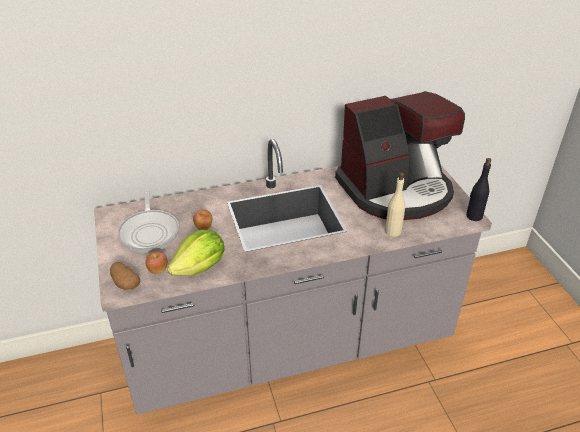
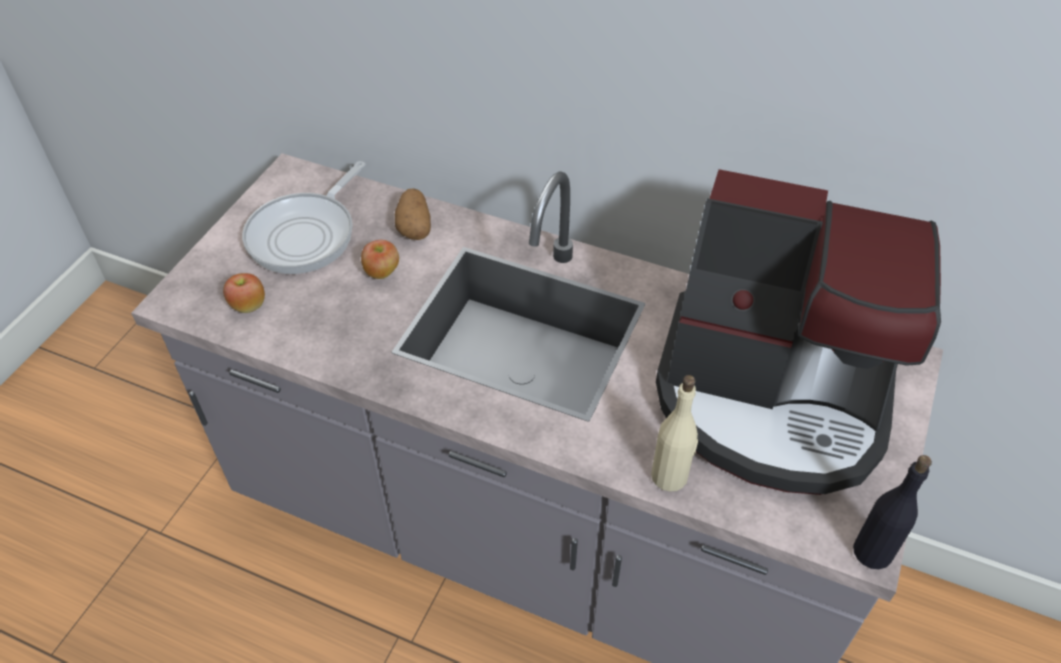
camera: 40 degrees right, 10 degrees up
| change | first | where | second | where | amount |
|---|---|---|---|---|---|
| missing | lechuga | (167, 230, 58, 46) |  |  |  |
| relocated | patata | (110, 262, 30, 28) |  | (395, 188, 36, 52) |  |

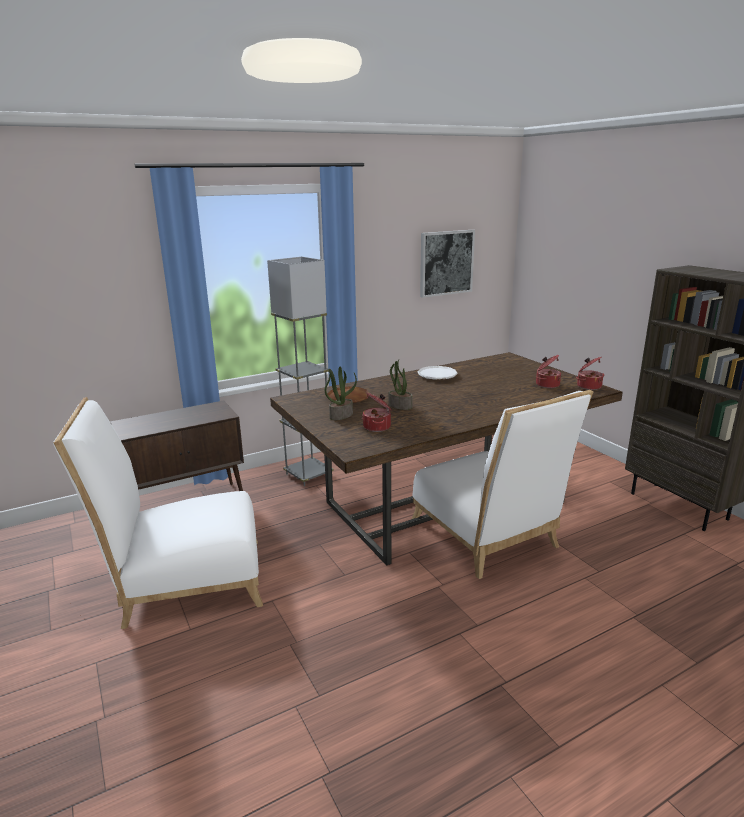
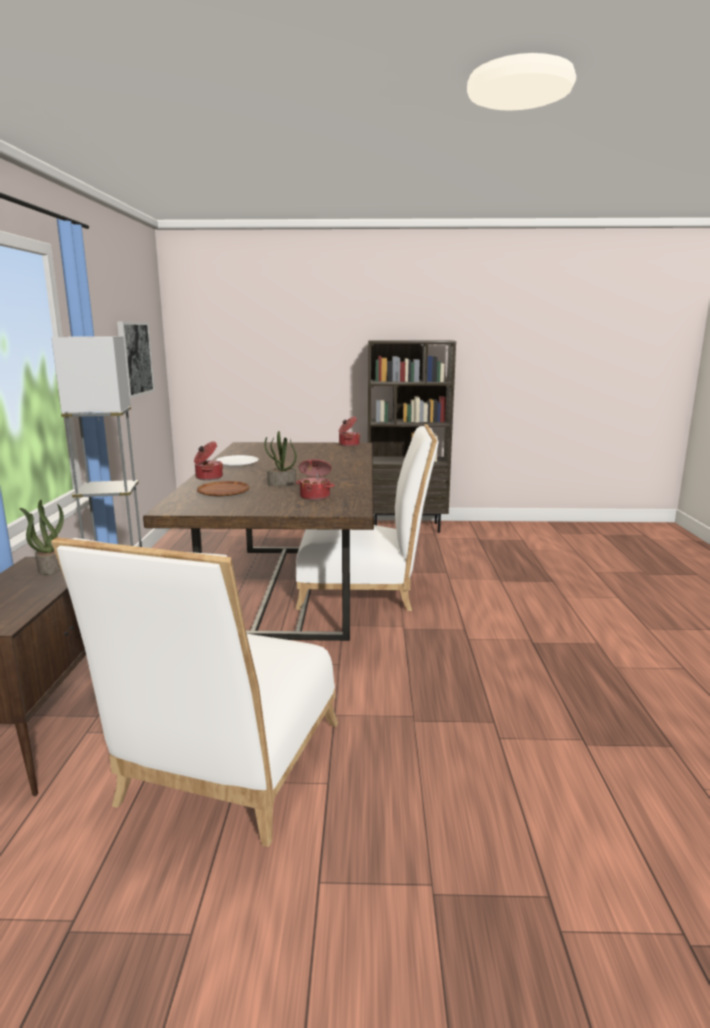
camera: 60 degrees left, 5 degrees down
| change | first | where | second | where | amount |
|---|---|---|---|---|---|
| relocated | planta en maceta | (325, 366, 32, 54) |  | (20, 500, 44, 75) |  |
| relocated | olla | (536, 355, 25, 33) |  | (194, 441, 29, 39) |  |

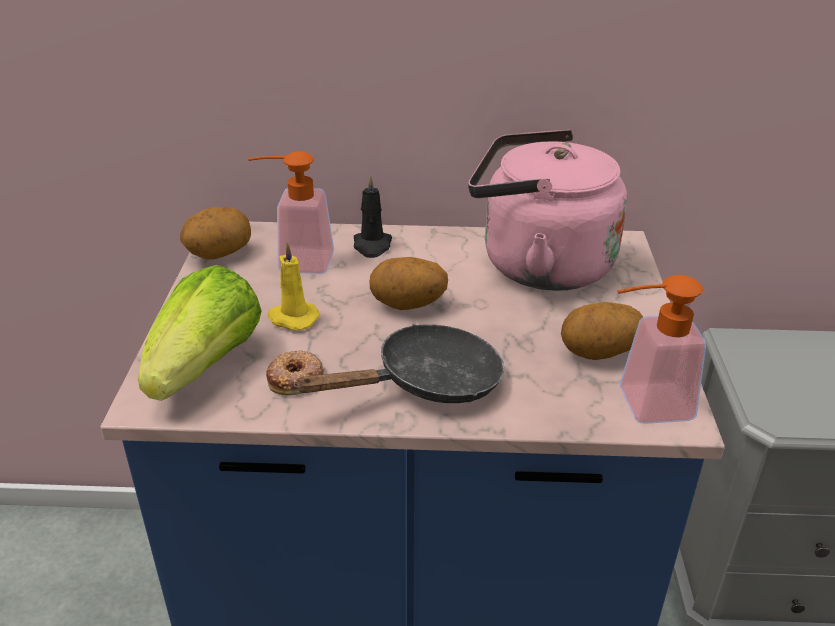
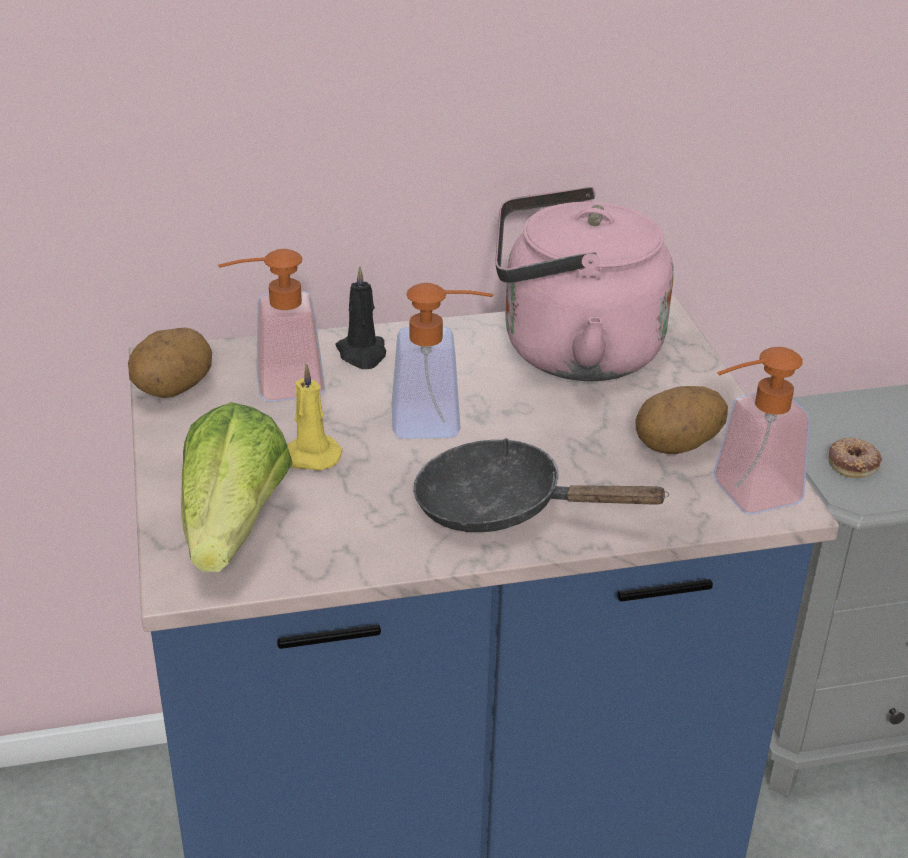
camera: 15 degrees left, 0 degrees up
| change | first | where | second | where | amount |
|---|---|---|---|---|---|
| relocated | rosquilla | (266, 350, 58, 45) |  | (828, 437, 54, 41) |  |
| exchanged | patata | (370, 257, 78, 53) | dispensador de jabón | (391, 283, 103, 156) |  |
| spun | sartén/negro | (294, 324, 211, 79) |  | (413, 438, 256, 94) | 120 degrees counterclockwise |

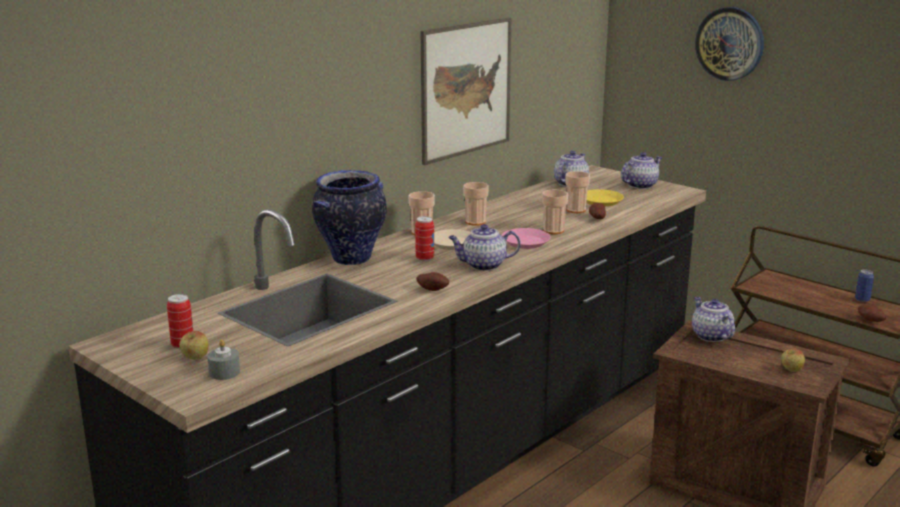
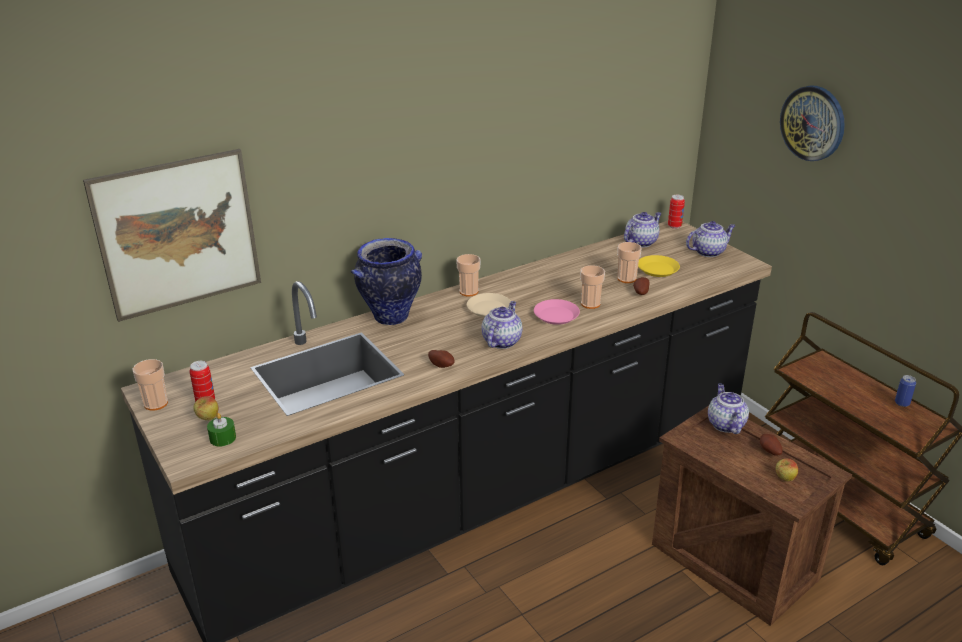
camera: 15 degrees right, 10 degrees up
| change | first | where | second | where | amount |
|---|---|---|---|---|---|
| relocated | lata | (415, 216, 19, 46) |  | (668, 195, 17, 34) |  |
| relocated | cuadro | (421, 18, 90, 147) |  | (83, 149, 178, 173) |  |
| relocated | taza | (463, 182, 26, 44) |  | (132, 359, 36, 52) |  |
| relocated | patata | (858, 304, 28, 18) |  | (760, 434, 23, 22) |  |
| colour | vela/gris | (207, 339, 33, 41) | vela/verde | (207, 413, 29, 34) |  |
| spun | tetera | (448, 224, 73, 47) |  | (482, 301, 41, 48) | 105 degrees clockwise |

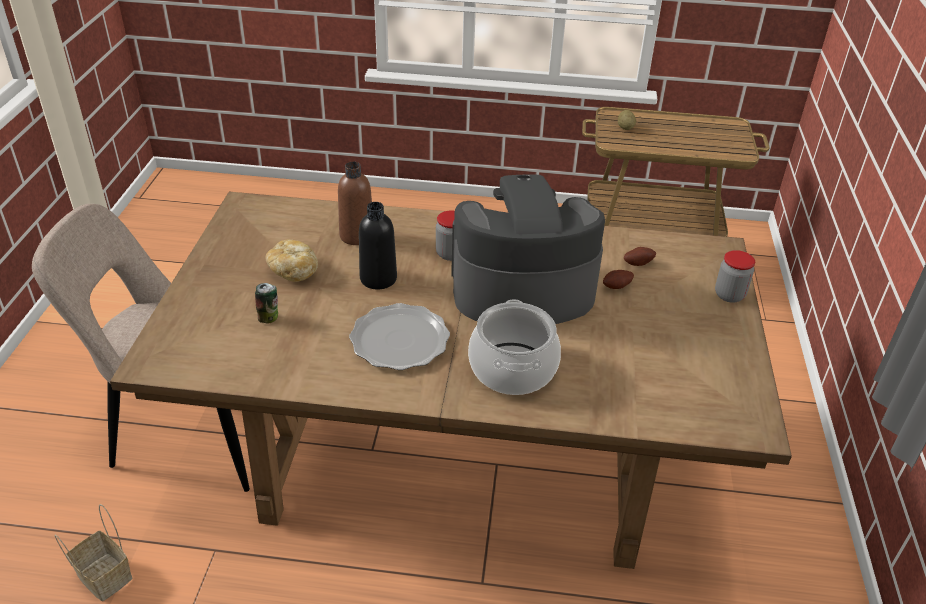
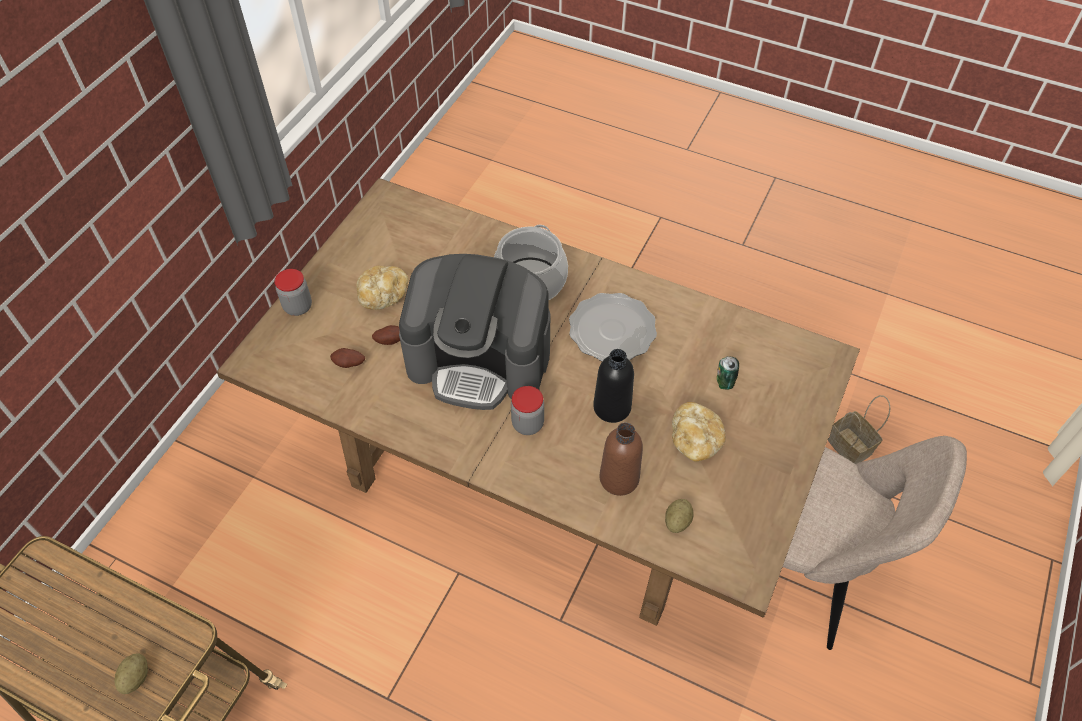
camera: 160 degrees left, 15 degrees up
| change | first | where | second | where | amount |
|---|---|---|---|---|---|
| appeared |  |  | pan | (356, 266, 52, 44) |  |
| appeared |  |  | patata | (665, 499, 29, 34) |  |

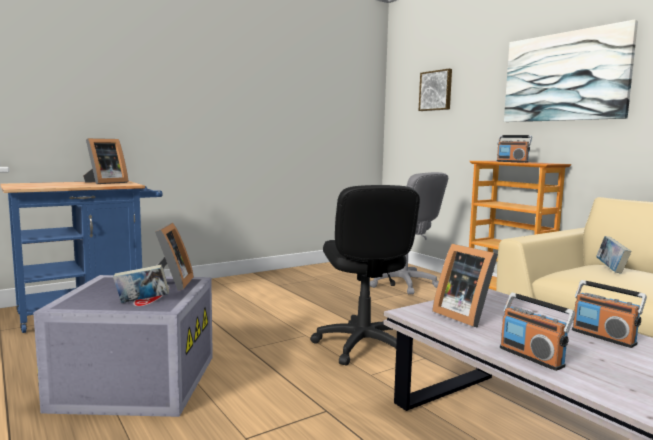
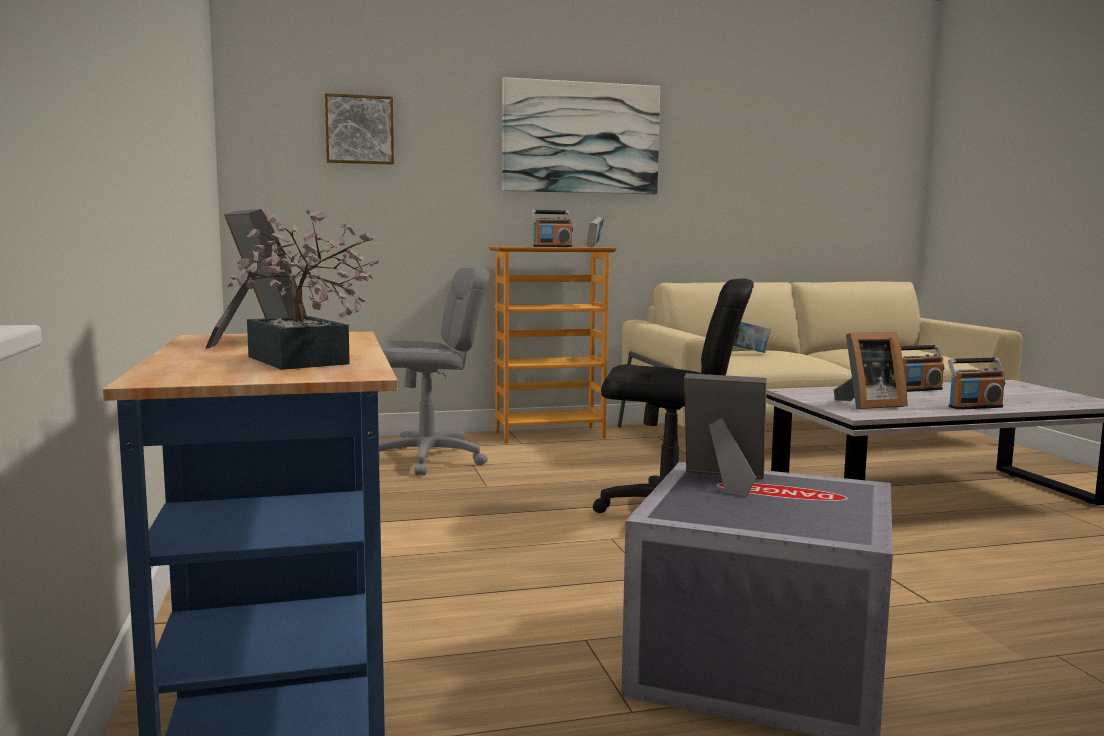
camera: 70 degrees left, 0 degrees up
| change | first | where | second | where | amount |
|---|---|---|---|---|---|
| appeared |  |  | planta en maceta | (227, 209, 153, 161) |  |
| relocated | libro | (113, 264, 56, 39) |  | (587, 217, 17, 30) |  |

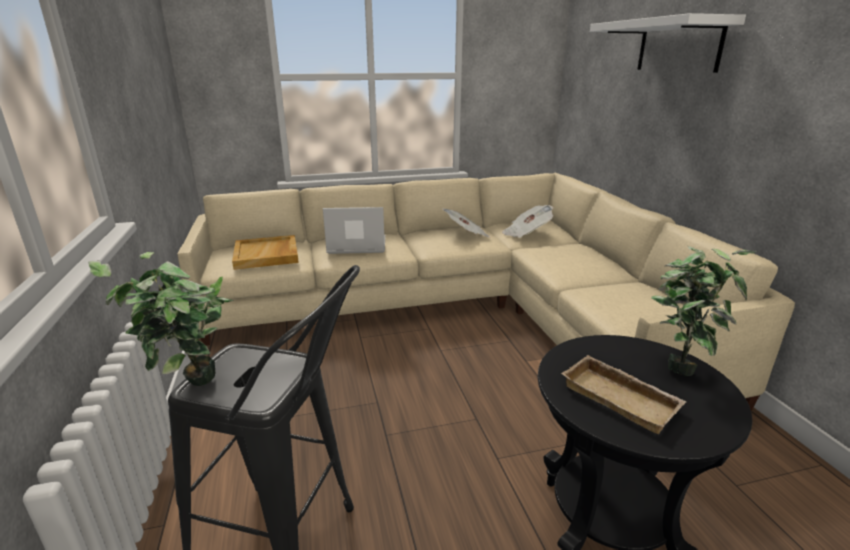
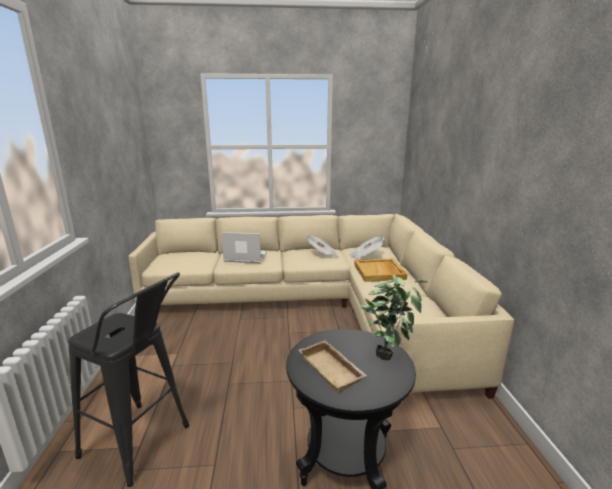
camera: 10 degrees right, 5 degrees down
| change | first | where | second | where | amount |
|---|---|---|---|---|---|
| missing | planta en maceta | (88, 252, 146, 134) |  |  |  |
| missing | estante/blanco | (590, 13, 156, 60) |  |  |  |
| relocated | bandeja/beis | (232, 235, 67, 35) |  | (354, 259, 53, 23) |  |

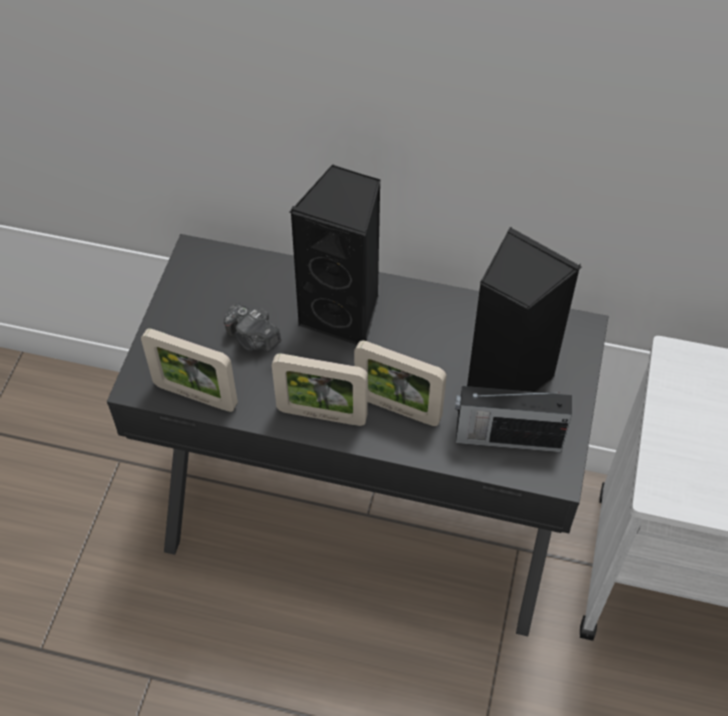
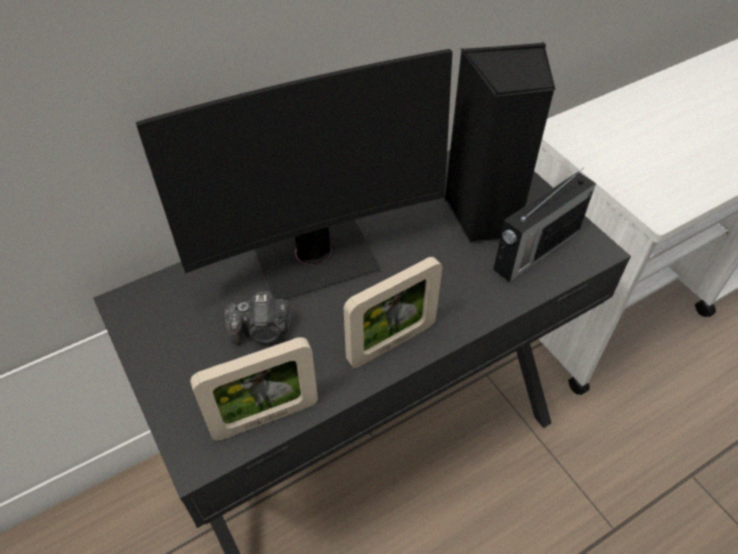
camera: 45 degrees left, 5 degrees down
| change | first | where | second | where | amount |
|---|---|---|---|---|---|
| missing | portarretratos | (354, 341, 93, 85) |  |  |  |
| exchanged | altavoz/negro | (289, 164, 92, 181) | monitor | (136, 49, 316, 251) |  |

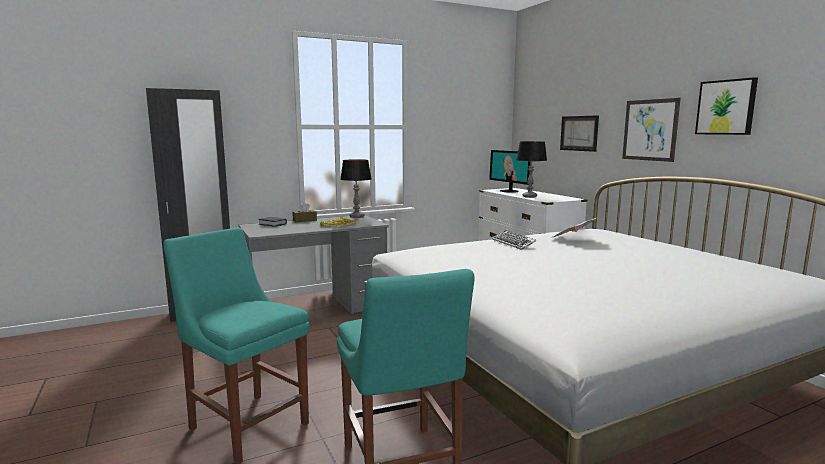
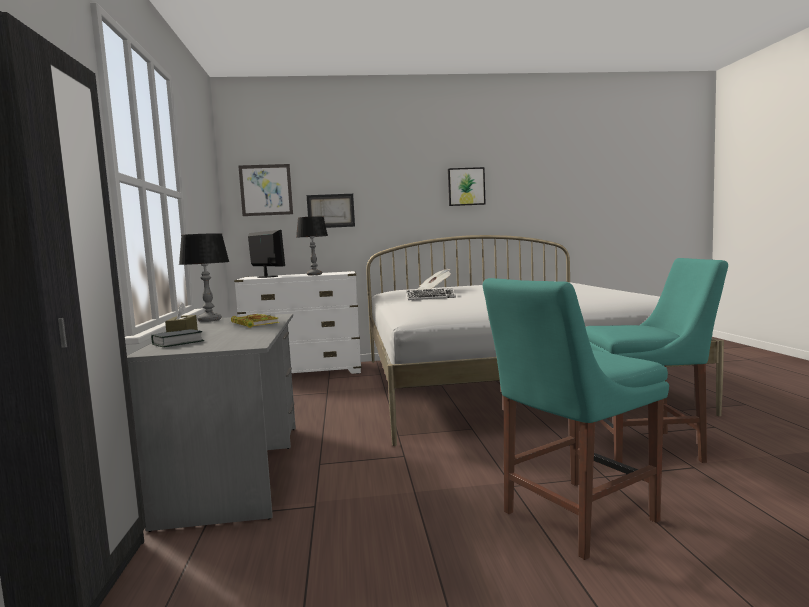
camera: 70 degrees left, 5 degrees down
| change | first | where | second | where | amount |
|---|---|---|---|---|---|
| relocated | cuadro | (622, 98, 59, 64) |  | (239, 164, 54, 52) |  |
| spun | monitor | (489, 150, 42, 43) |  | (248, 230, 37, 48) | 120 degrees counterclockwise |

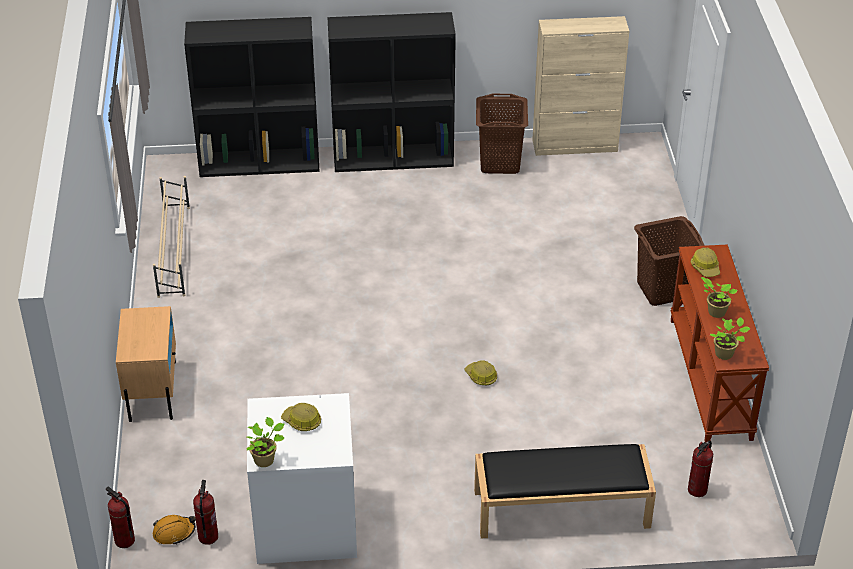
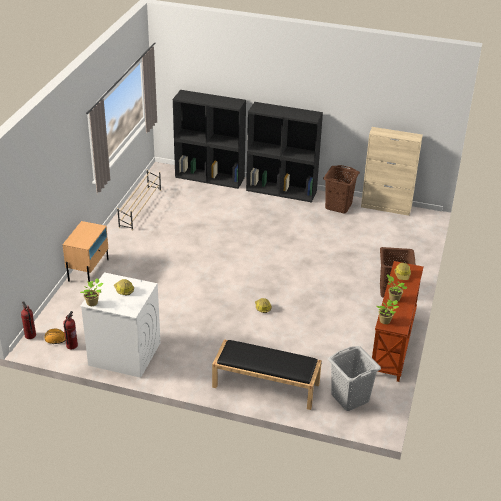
camera: 20 degrees right, 5 degrees down
| change | first | where | second | where | amount |
|---|---|---|---|---|---|
| exchanged | extintor | (688, 440, 25, 57) | cesto de la ropa/gris | (328, 346, 53, 65) |  |

